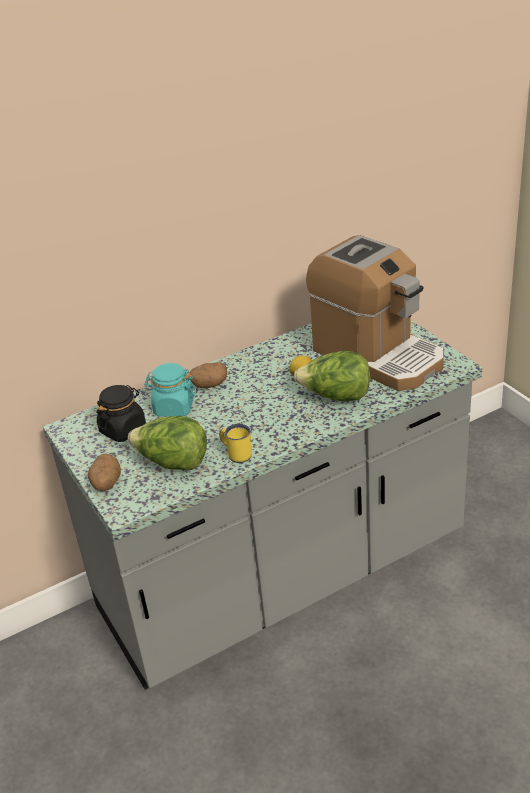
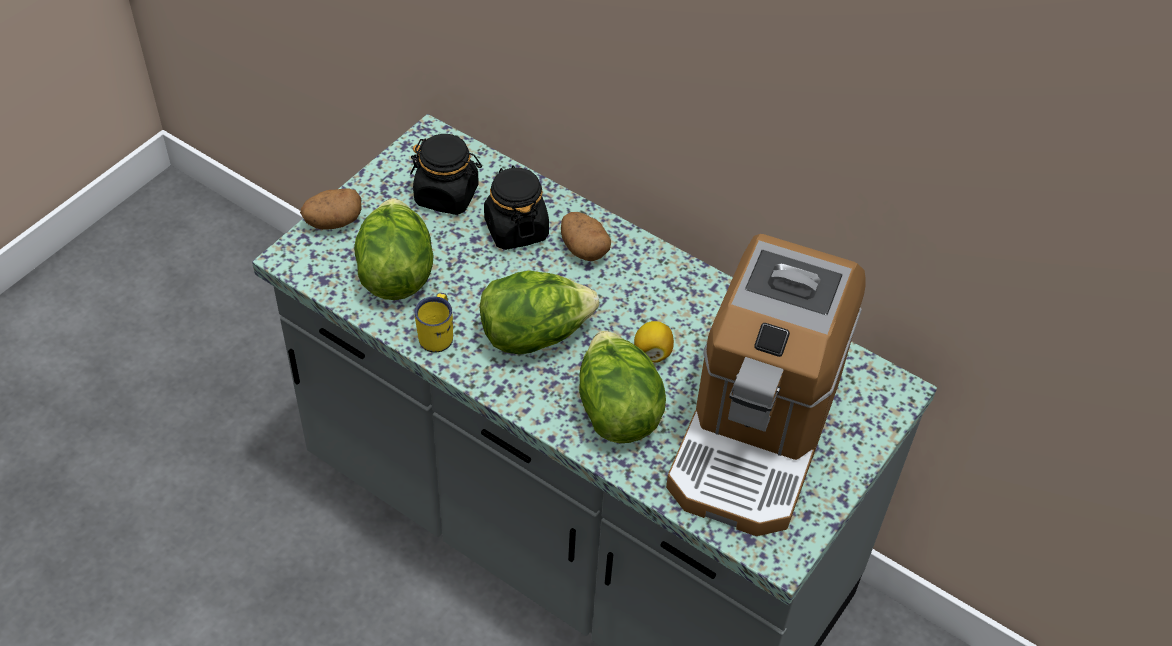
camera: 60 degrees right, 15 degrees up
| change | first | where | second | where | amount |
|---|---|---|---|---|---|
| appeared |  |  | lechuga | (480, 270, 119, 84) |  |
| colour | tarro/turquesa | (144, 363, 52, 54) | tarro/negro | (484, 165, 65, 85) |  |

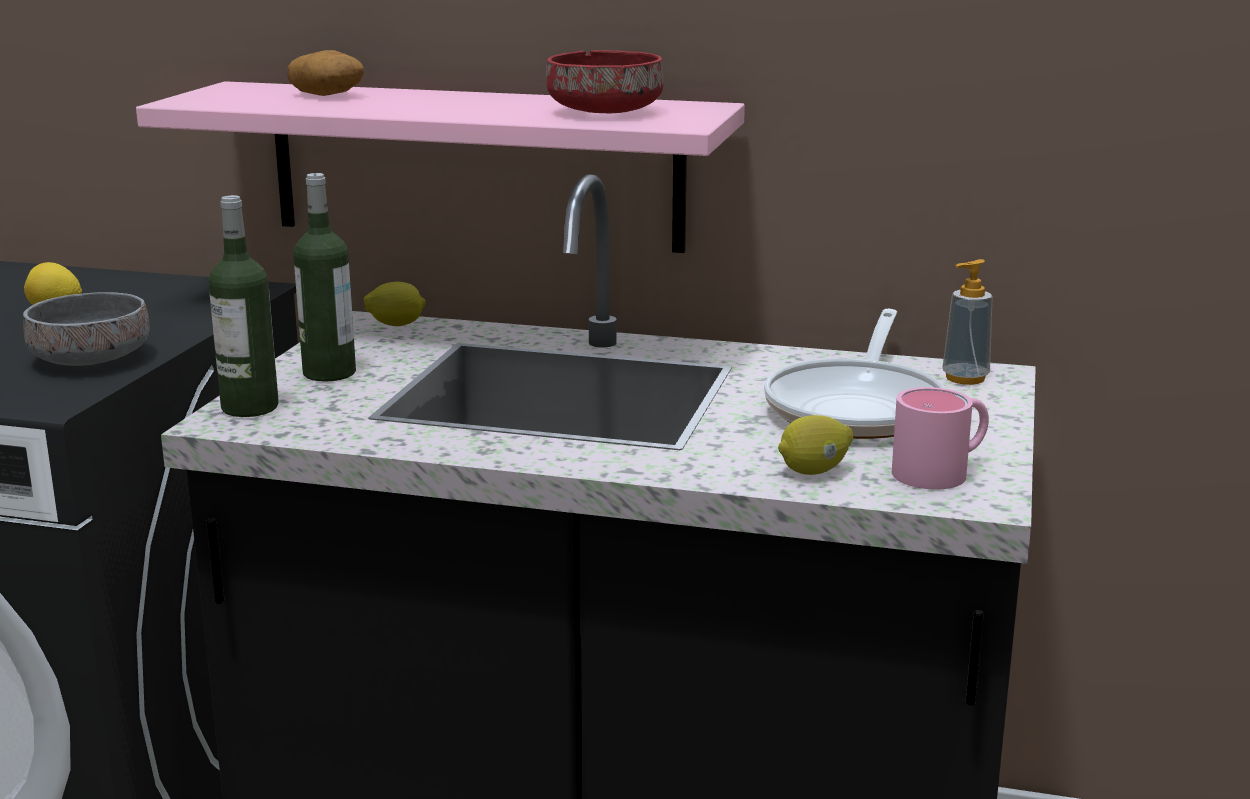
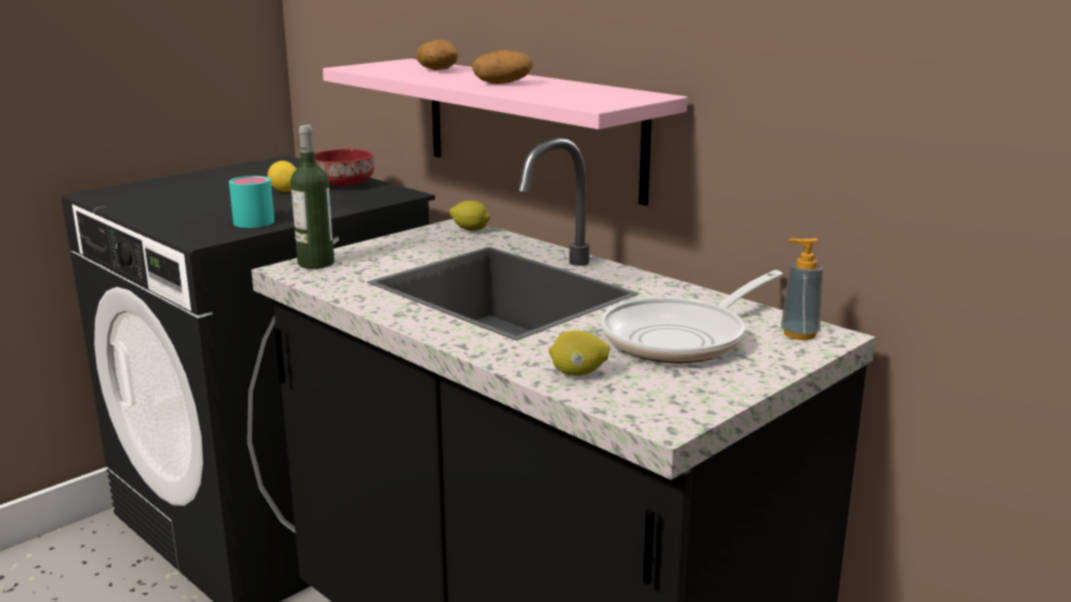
camera: 30 degrees right, 0 degrees up
| change | first | where | second | where | amount |
|---|---|---|---|---|---|
| missing | botella | (293, 173, 63, 209) |  |  |  |
| missing | taza grande/rosa | (892, 387, 97, 102) |  |  |  |
| appeared |  |  | patata | (472, 50, 61, 34) |  |
| relocated | cuenco/rojo | (546, 50, 117, 63) |  | (315, 149, 59, 37) |  |
| exchanged | cuenco/gris | (23, 292, 127, 74) | taza grande/turquesa | (229, 176, 46, 52) |  |

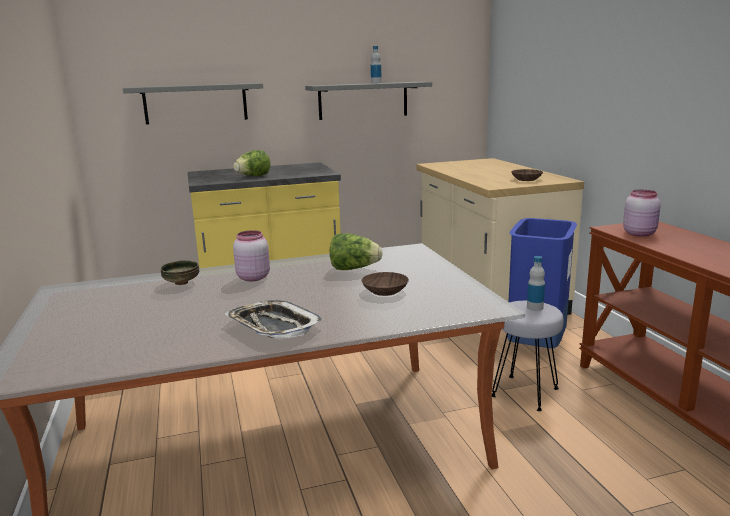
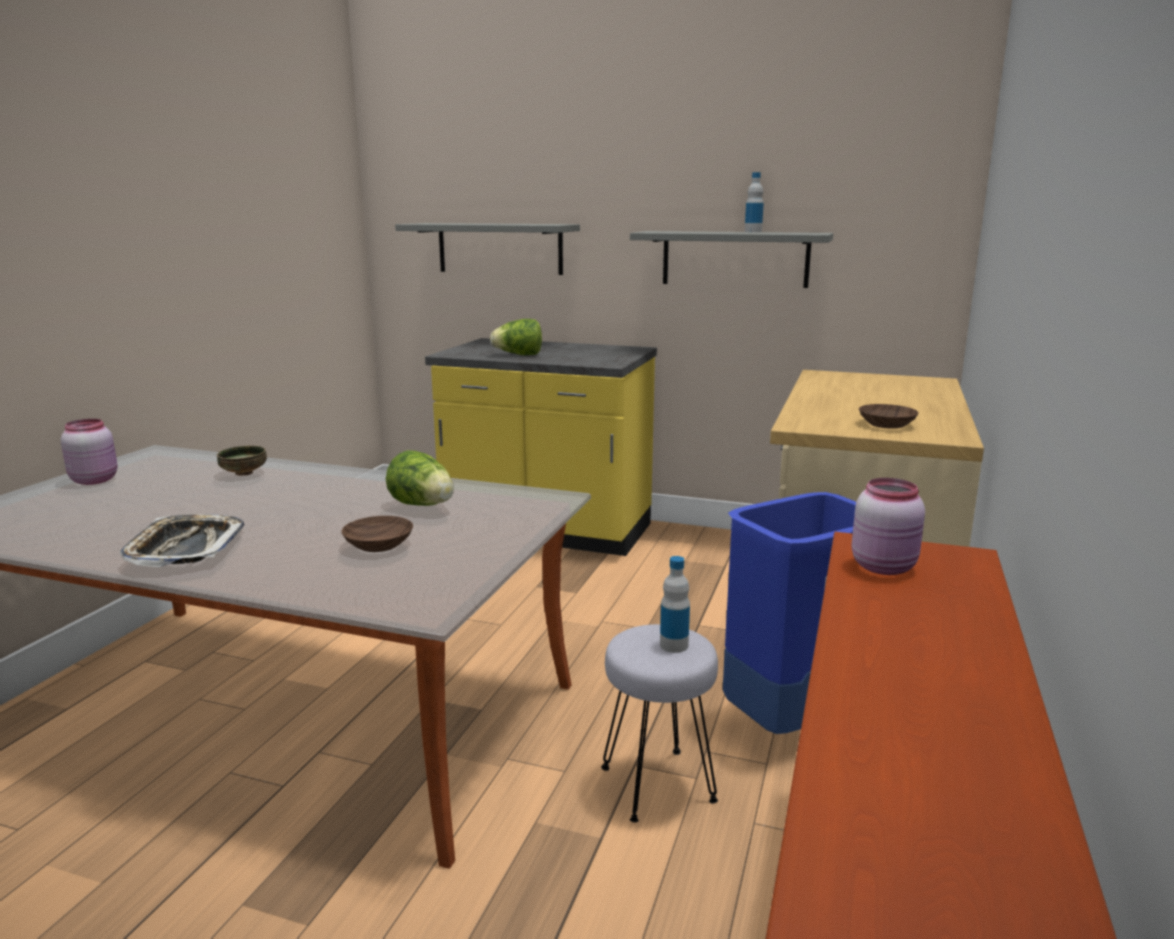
camera: 35 degrees right, 0 degrees up
| change | first | where | second | where | amount |
|---|---|---|---|---|---|
| relocated | tarro/rosa | (233, 230, 37, 51) |  | (61, 419, 57, 66) |  |

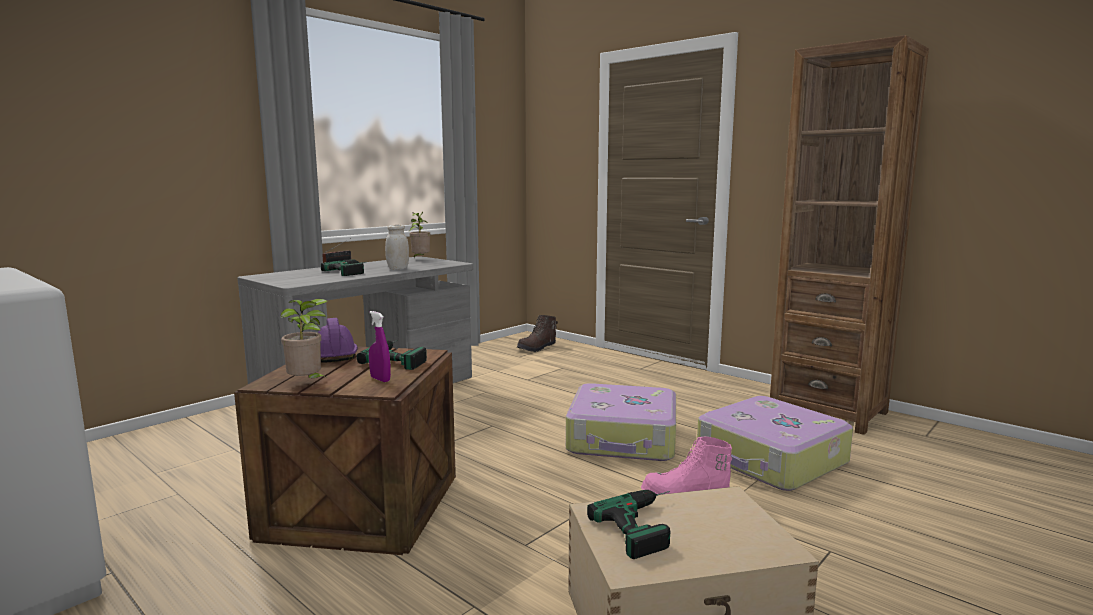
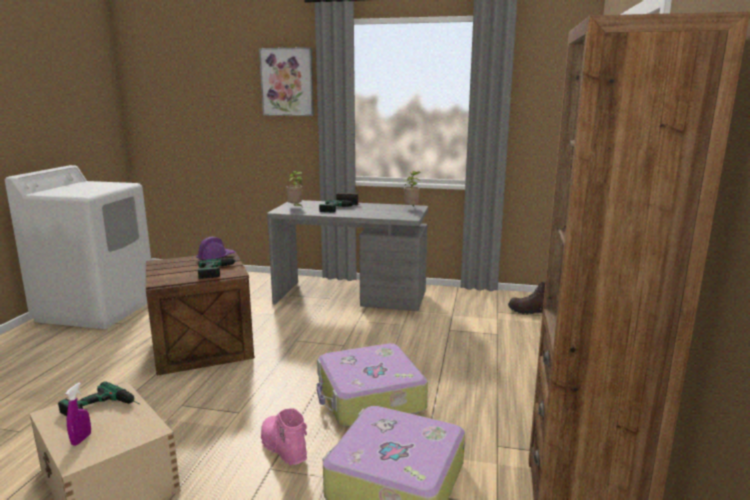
camera: 60 degrees right, 5 degrees up
| change | first | where | second | where | amount |
|---|---|---|---|---|---|
| missing | tarro/blanco | (385, 225, 24, 45) |  |  |  |
| appeared |  |  | cuadro | (259, 47, 55, 69) |  |
| relocated | planta en maceta | (281, 299, 47, 79) |  | (286, 171, 17, 37) |  |
| relocated | pulverizador/morado | (369, 311, 22, 71) |  | (66, 382, 25, 64) |  |

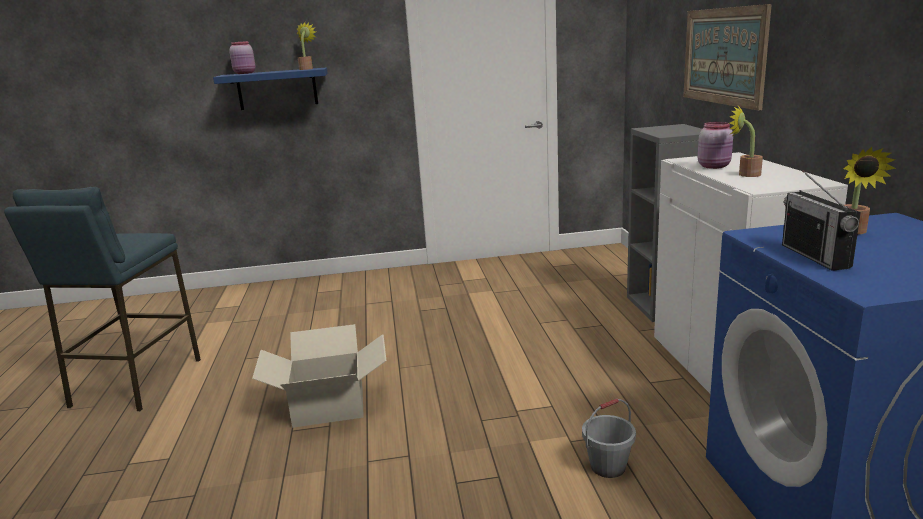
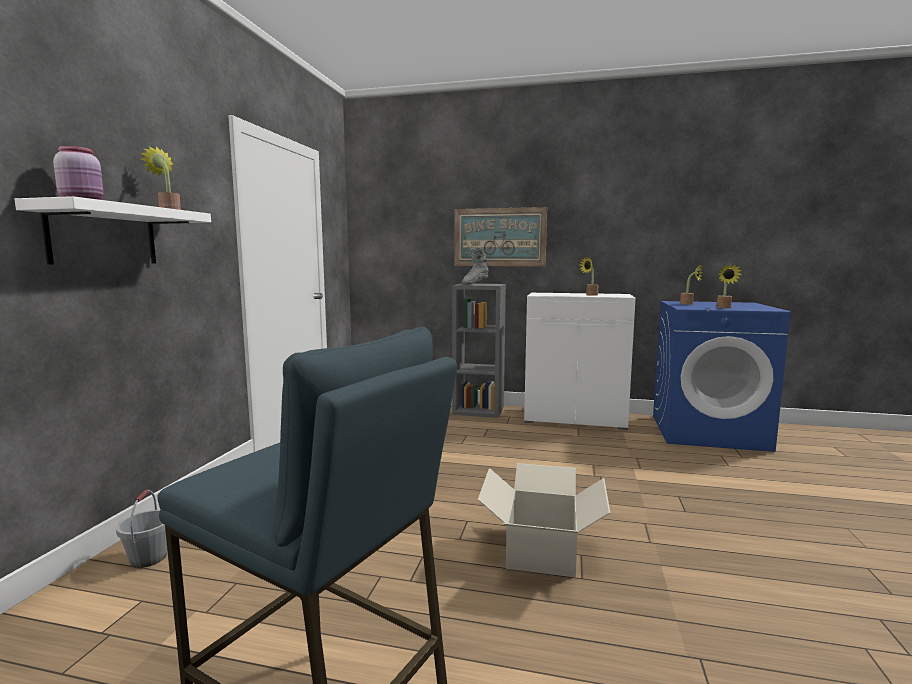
camera: 70 degrees left, 10 degrees down
| change | first | where | second | where | amount |
|---|---|---|---|---|---|
| missing | tarro/rosa | (698, 122, 35, 47) |  |  |  |
| appeared |  |  | bota/gris | (462, 248, 27, 37) |  |
| relocated | cubo/gris | (582, 398, 54, 80) |  | (116, 490, 51, 78) |  |
| exchanged | radio | (782, 170, 79, 101) | planta en maceta | (717, 264, 25, 44) |  |
| colour | estante/azul | (213, 67, 115, 43) | estante/blanco | (15, 196, 196, 68) |  |

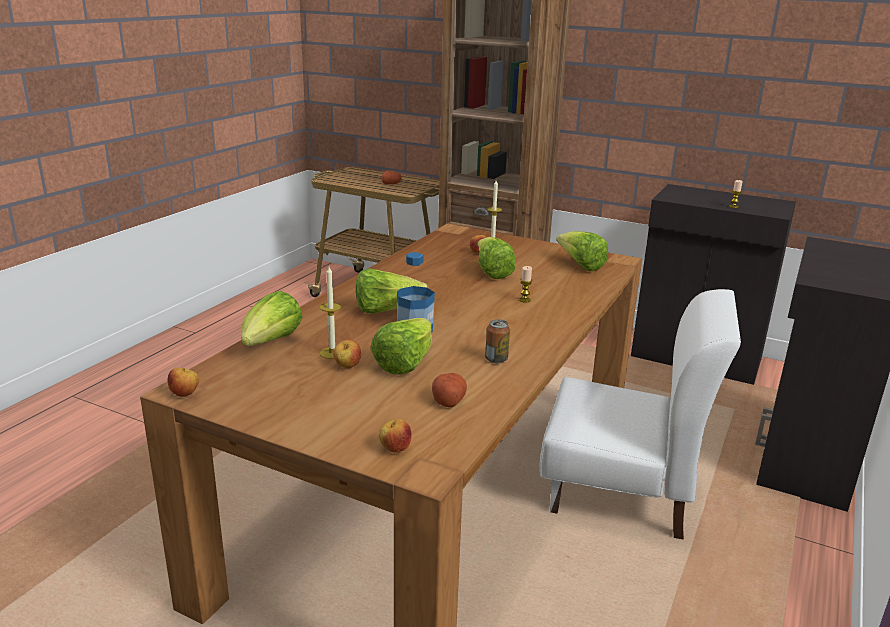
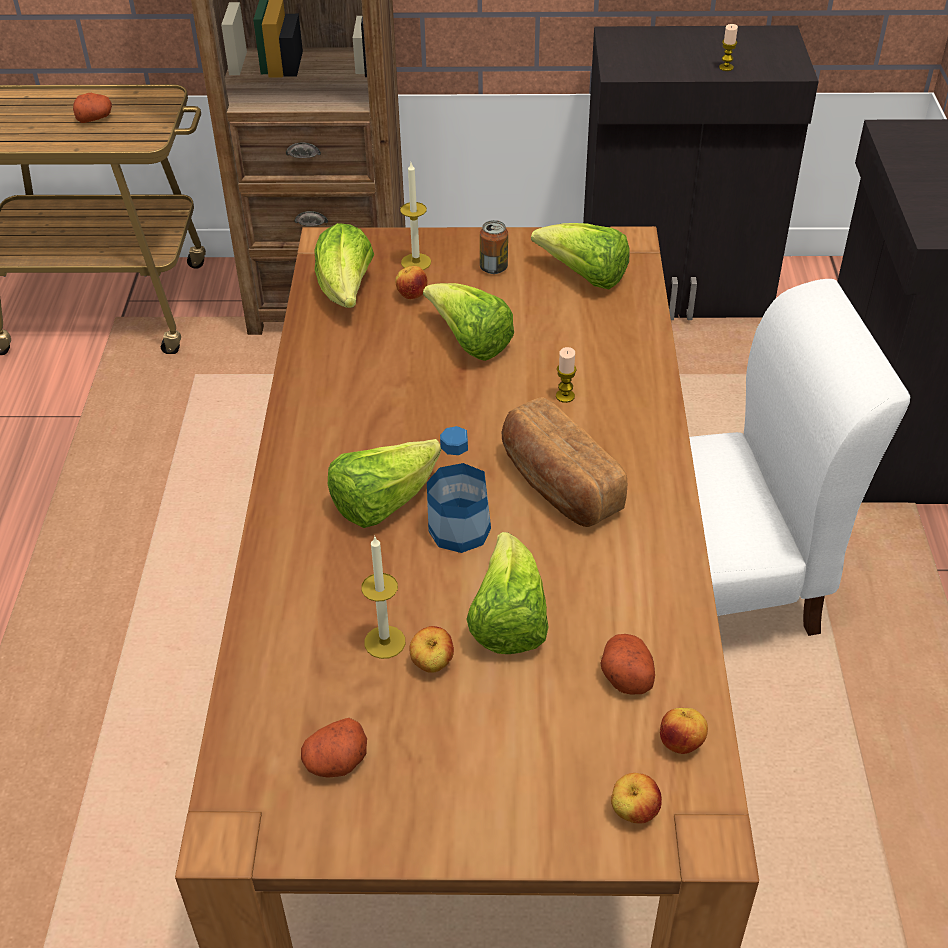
camera: 25 degrees left, 20 degrees up
| change | first | where | second | where | amount |
|---|---|---|---|---|---|
| appeared |  |  | patata | (301, 718, 66, 60) |  |
| appeared |  |  | pan | (502, 397, 125, 130) |  |
| relocated | manzana | (168, 367, 31, 30) |  | (660, 708, 48, 46) |  |
| relocated | lechuga | (241, 291, 62, 55) |  | (314, 223, 60, 85) |  |
| relocated | lata | (485, 319, 25, 44) |  | (480, 220, 28, 54) |  |

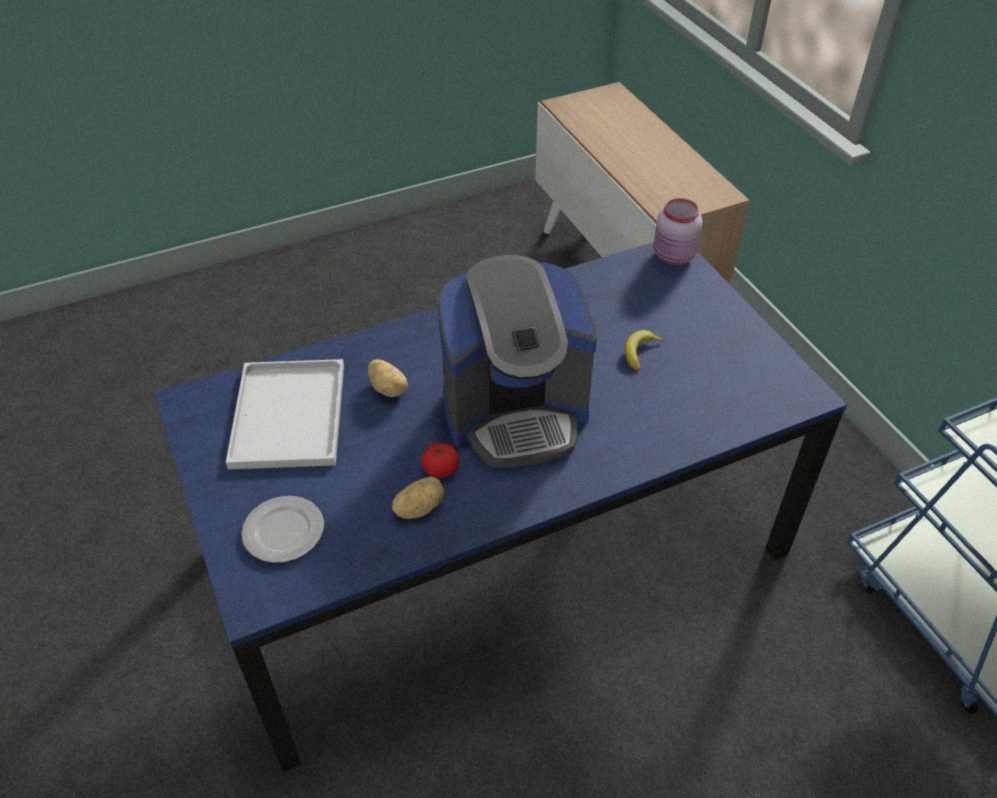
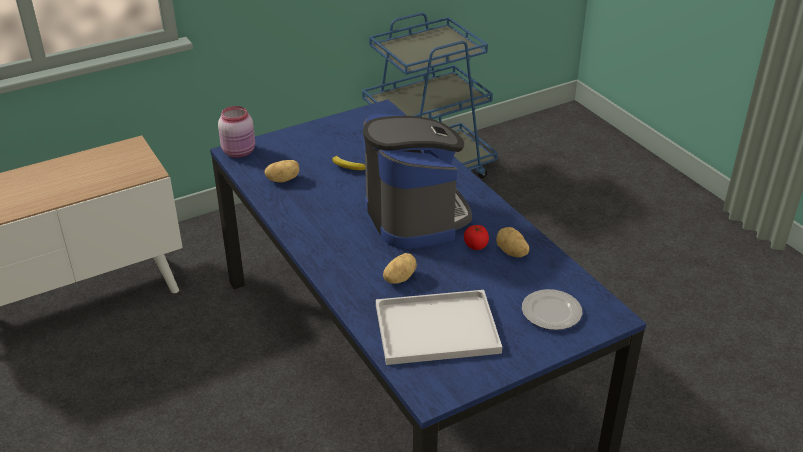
camera: 95 degrees left, 10 degrees down
| change | first | where | second | where | amount |
|---|---|---|---|---|---|
| appeared |  |  | patata | (265, 160, 34, 22) |  |

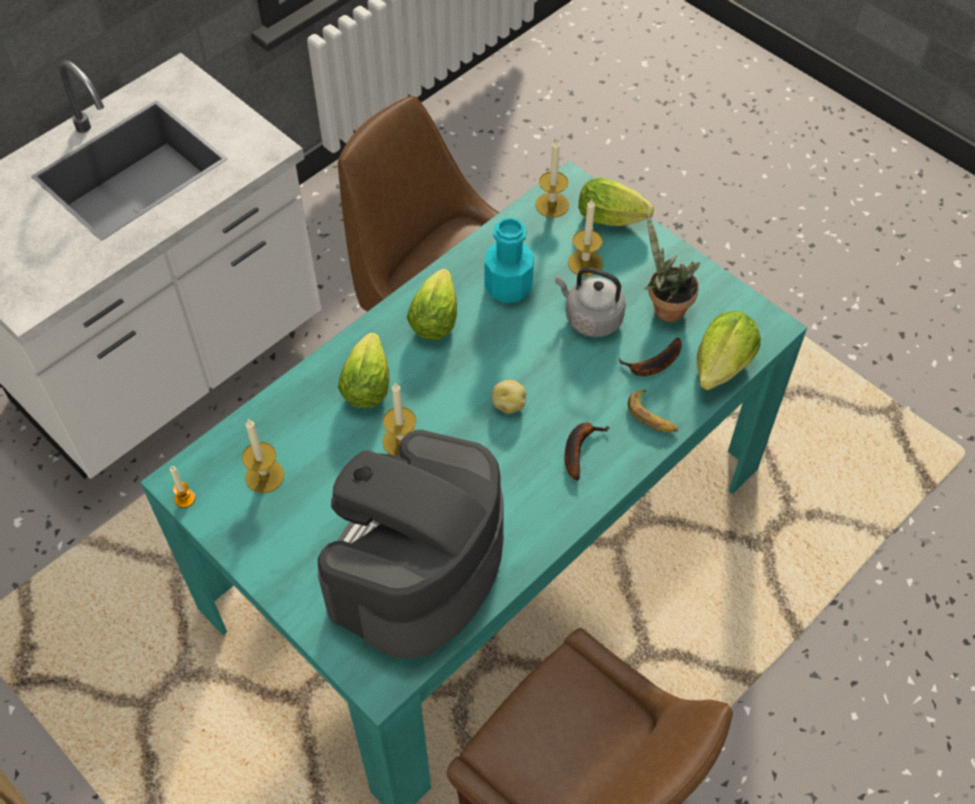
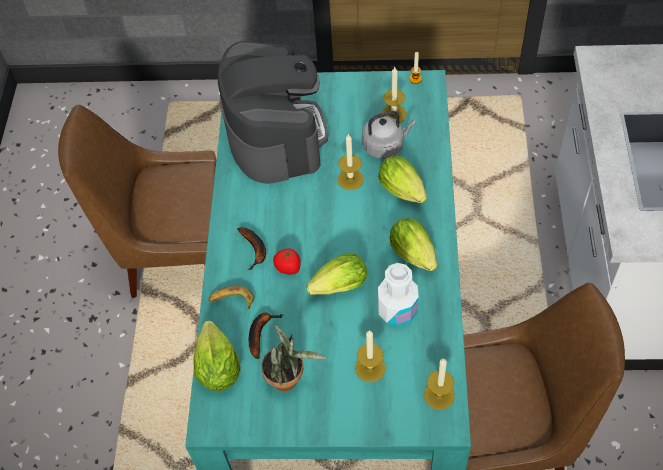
camera: 140 degrees right, 0 degrees up
| change | first | where | second | where | amount |
|---|---|---|---|---|---|
| missing | patata | (492, 380, 34, 34) |  |  |  |
| appeared |  |  | tomate | (273, 247, 28, 28) |  |
| relocated | hervidor/gris | (555, 267, 71, 70) |  | (362, 111, 54, 48) |  |
| relocated | lechuga | (579, 177, 75, 49) |  | (306, 253, 61, 42) |  |
| colour | botella/turquesa | (484, 217, 50, 86) | botella/blanco | (378, 263, 41, 63) |  |

